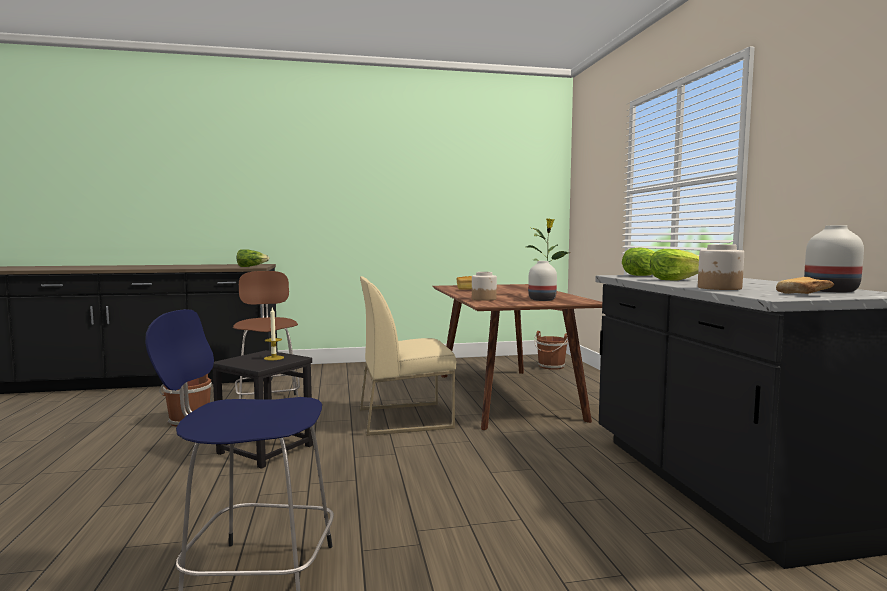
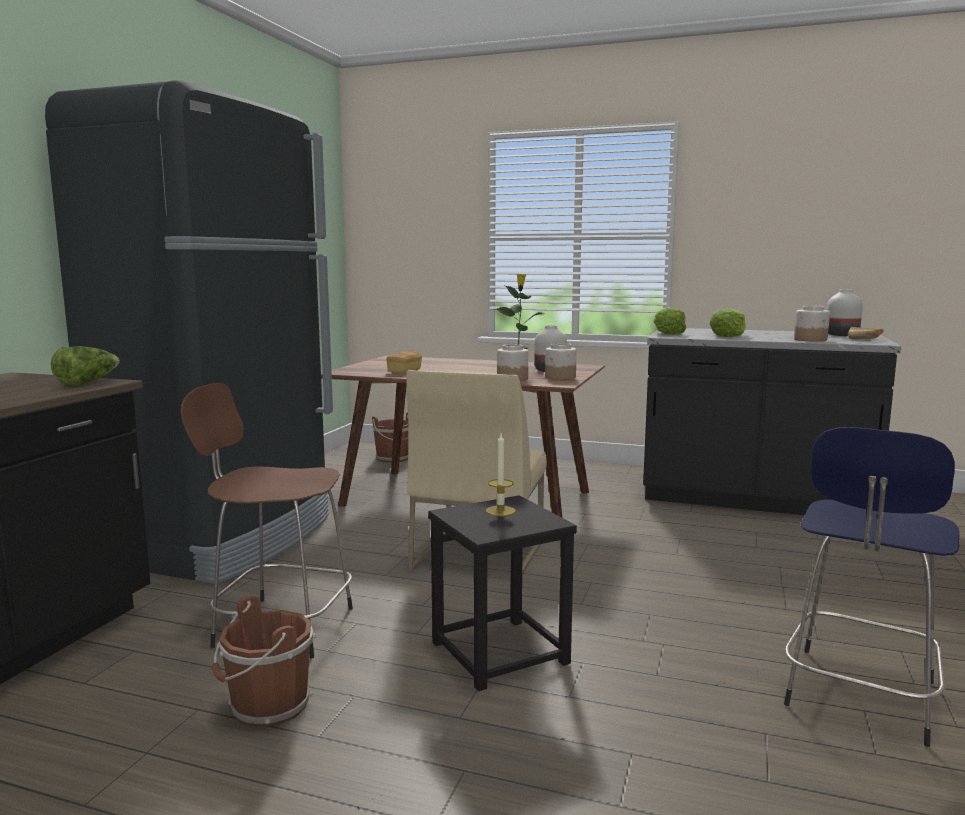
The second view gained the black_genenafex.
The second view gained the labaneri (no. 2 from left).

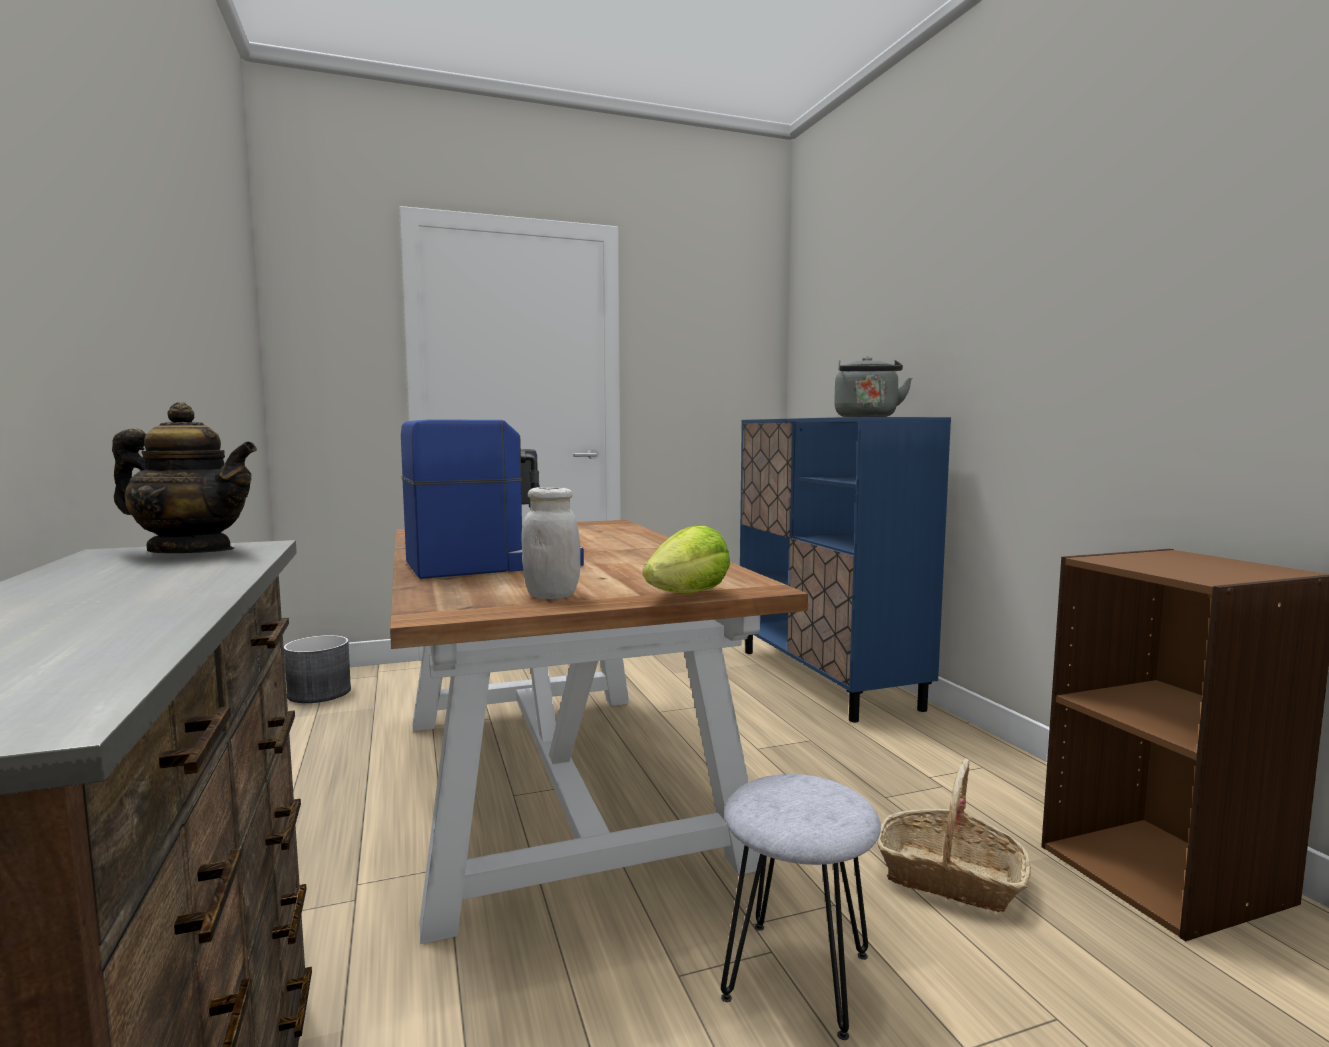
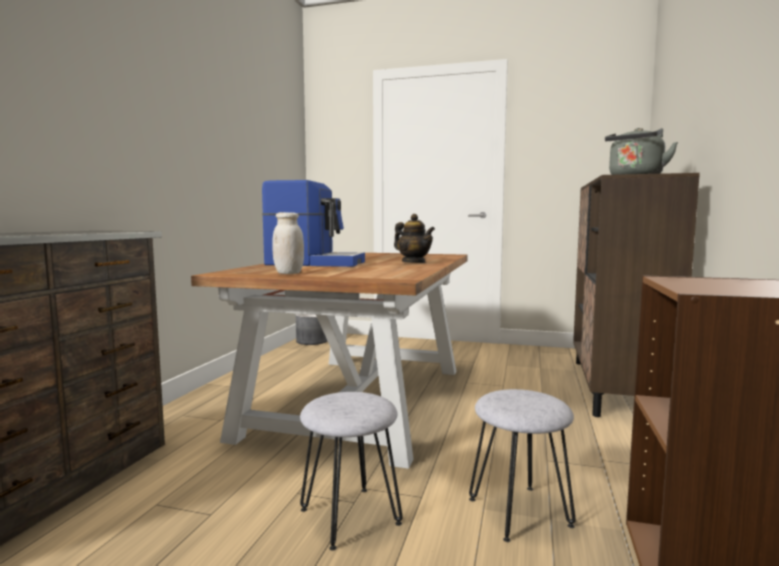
The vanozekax ended up elsewhere.
The second view lost the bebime.
What was the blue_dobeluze turned into the brown_dobeluze.
Where the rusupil stood, the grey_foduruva (no. 2 from left) came to stand.

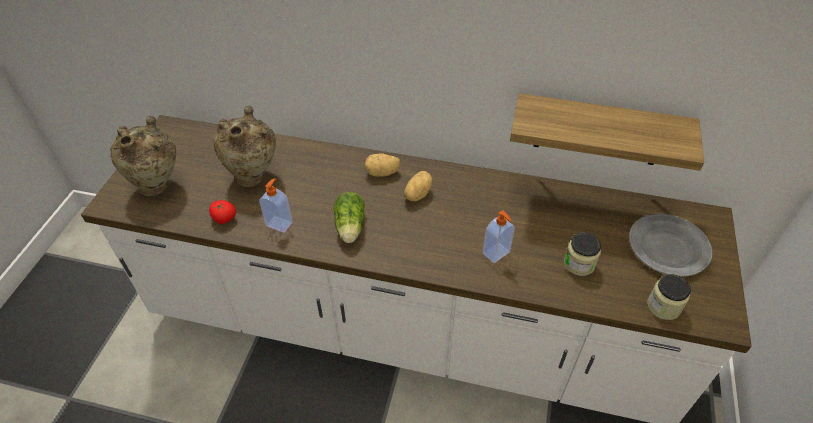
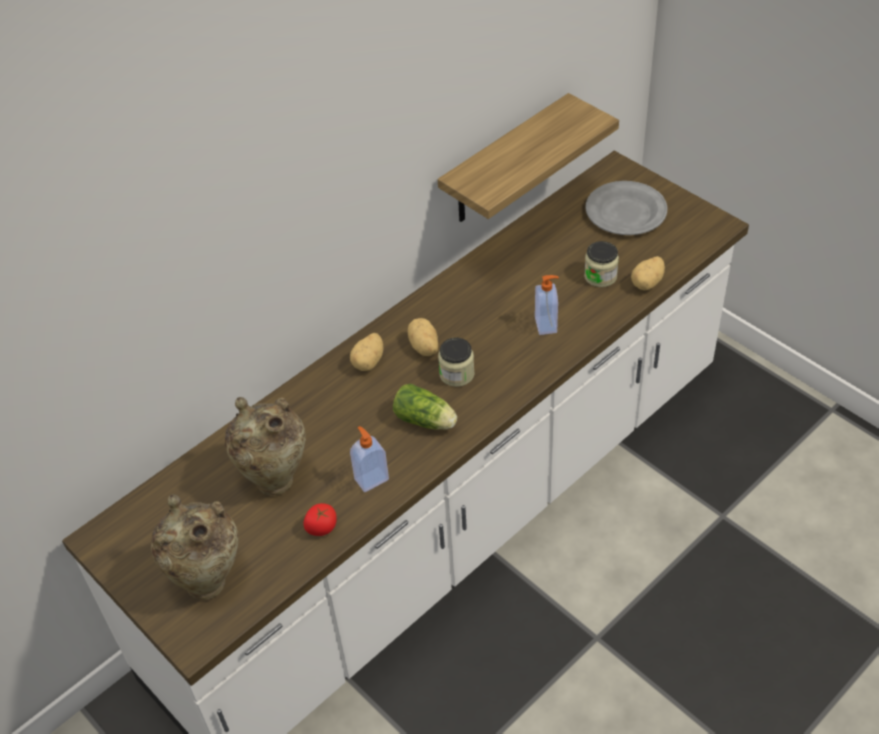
The labaneri (no. 2 from left in the first image) ended up elsewhere.
The second view gained the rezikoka (no. 3 from left).

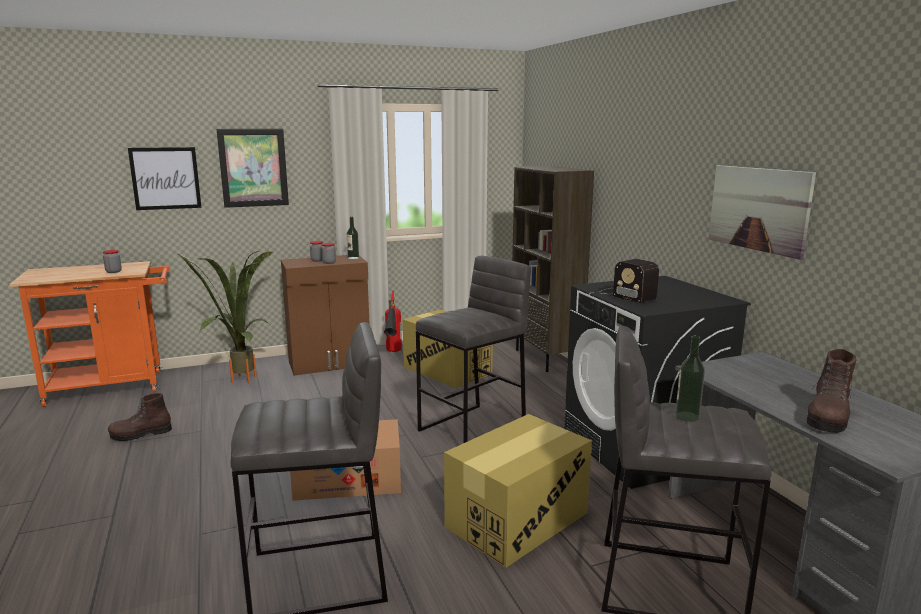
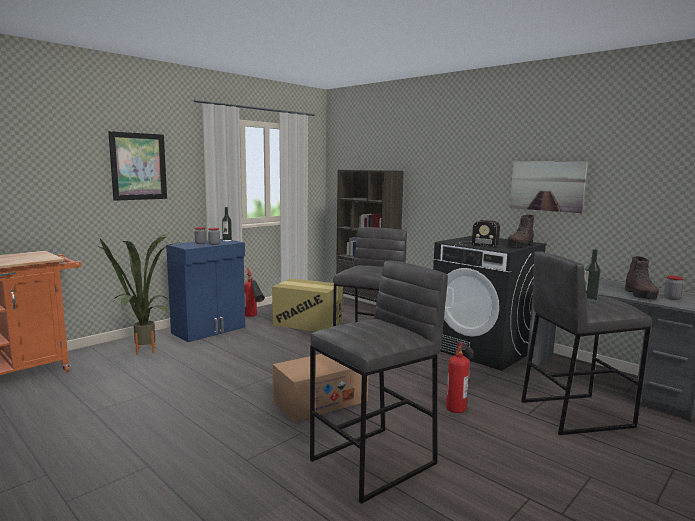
The labaneri (no. 1 from left in the first image) ended up elsewhere.
The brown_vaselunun (no. 1 from left) ended up elsewhere.
The second view lost the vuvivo (no. 1 from left).
What was the brown_dobeluze turned into the blue_dobeluze.
Where the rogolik (no. 3 from left) stood, the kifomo (no. 2 from left) came to stand.

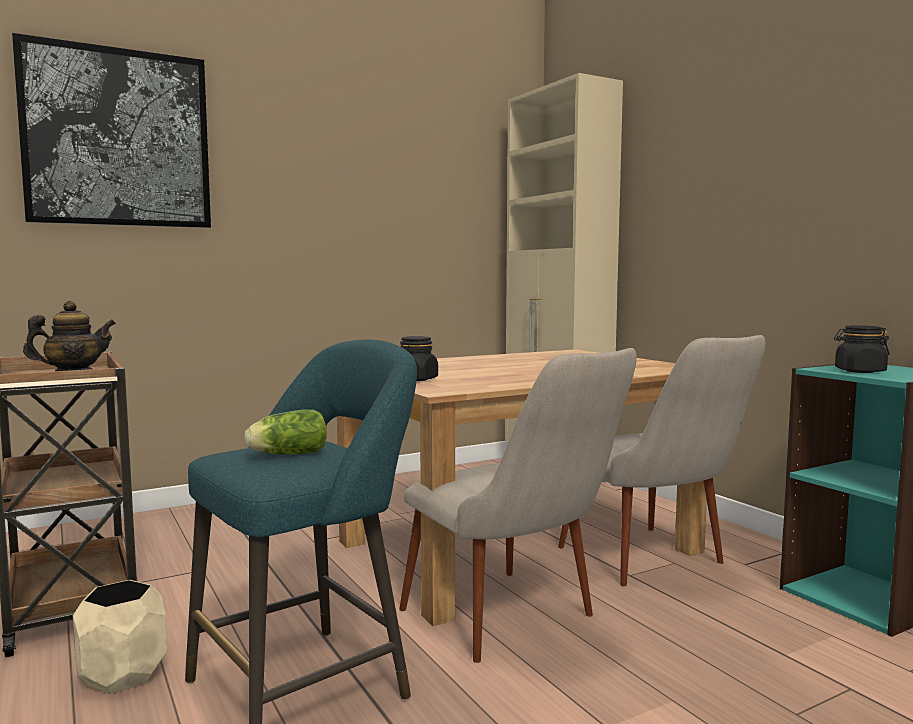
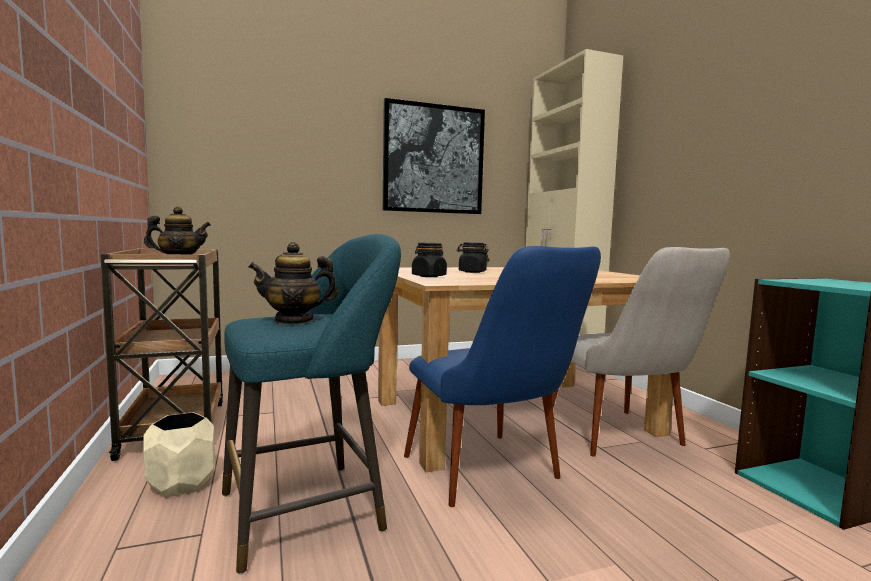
The vuvivo ended up elsewhere.
Where the bebime stood, the vanozekax (no. 2 from left) came to stand.
What was the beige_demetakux (no. 1 from left) turned into the blue_demetakux.
The black_labaneri (no. 2 from left) ended up elsewhere.

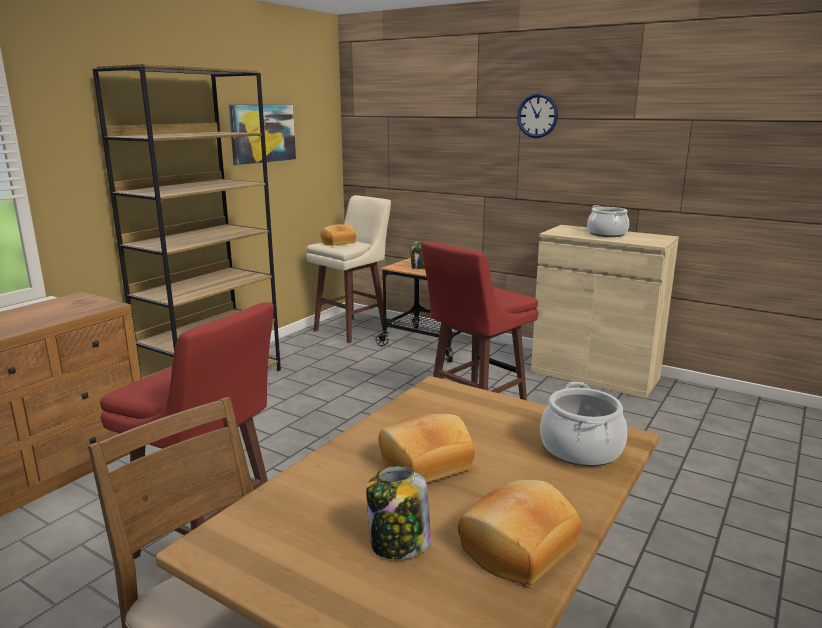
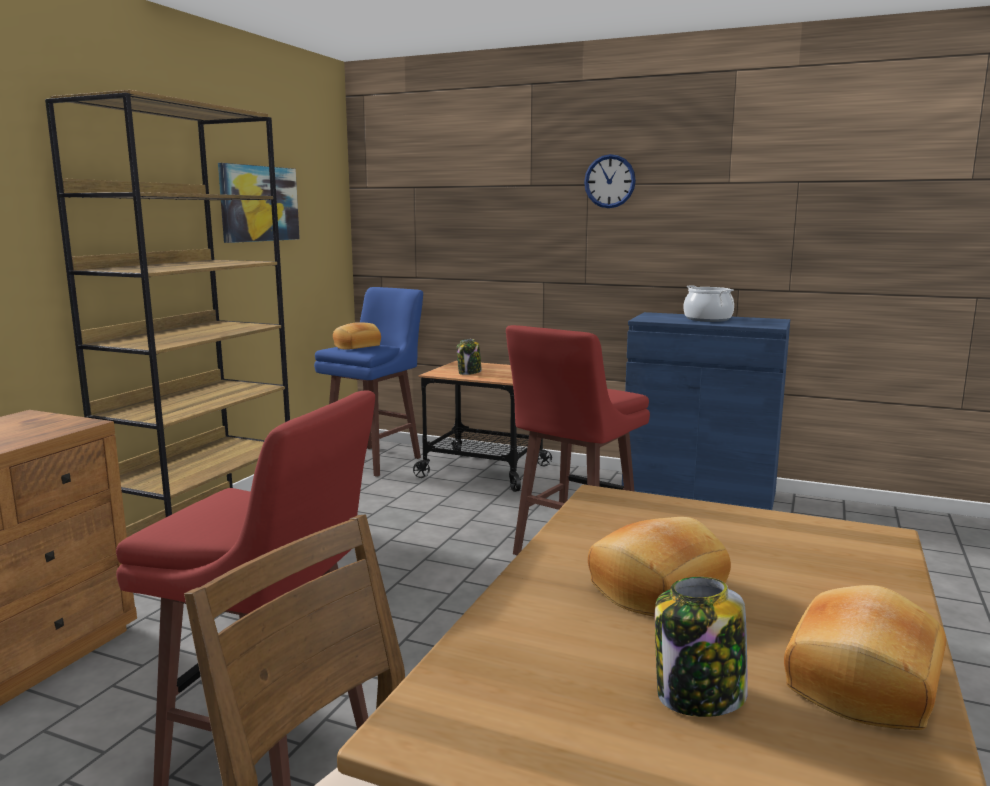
What was the beige_foduruva turned into the blue_foduruva.
What was the beige_dobeluze turned into the blue_dobeluze.
The second view lost the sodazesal (no. 1 from left).

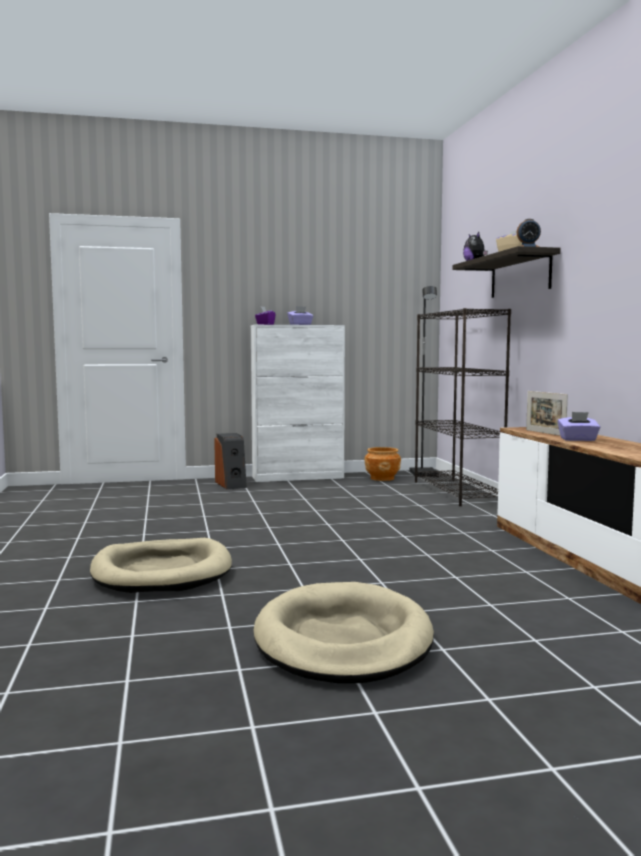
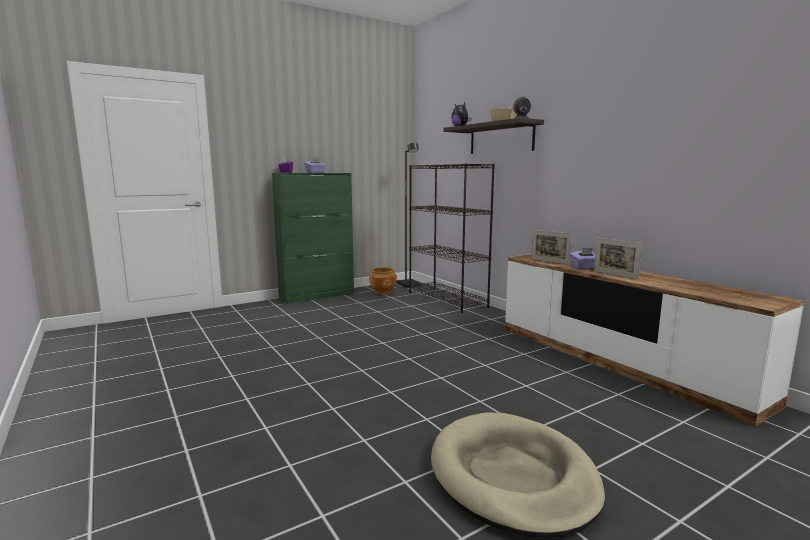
The second view lost the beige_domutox (no. 1 from left).
The second view lost the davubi.
What was the white_dobeluze turned into the green_dobeluze.
The second view gained the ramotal (no. 2 from left).

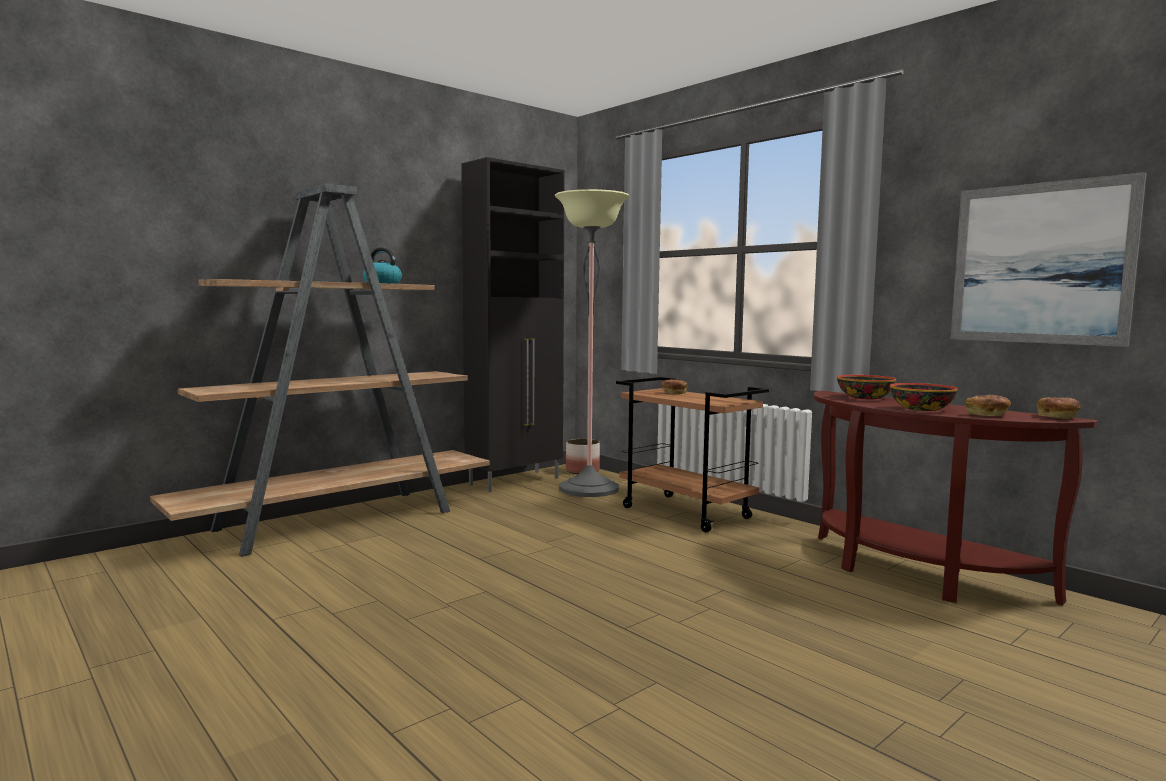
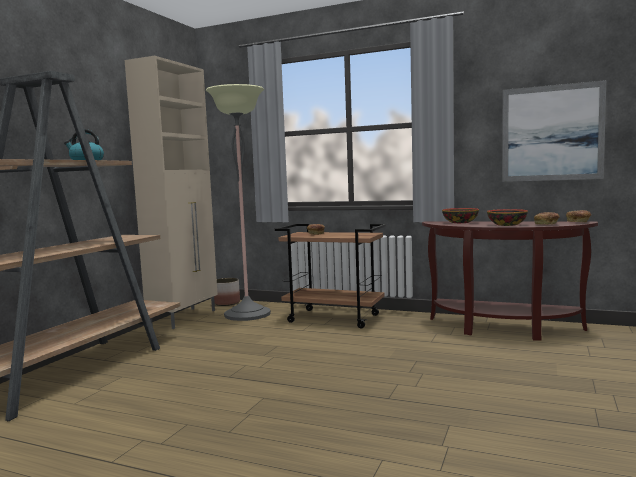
What was the black_dobeluze turned into the beige_dobeluze.

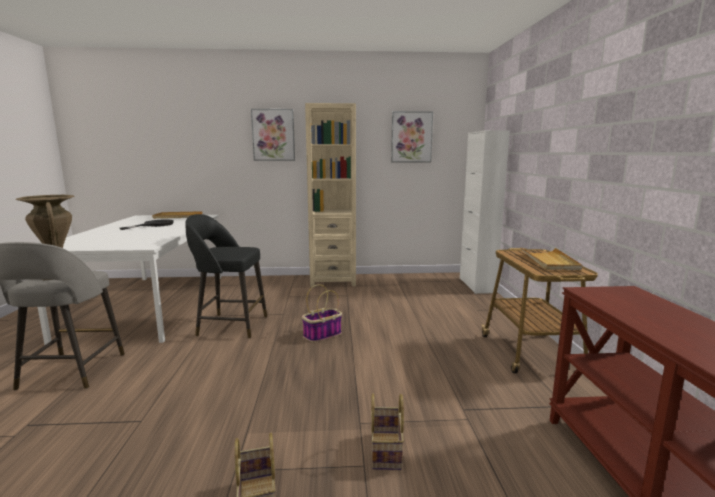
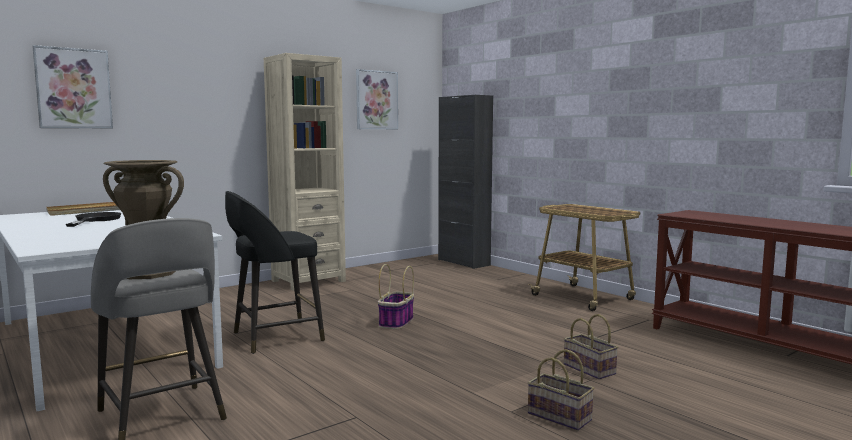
The vuvivo (no. 1 from left) ended up elsewhere.
What was the white_dobeluze turned into the black_dobeluze.
The second view lost the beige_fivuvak (no. 2 from left).

